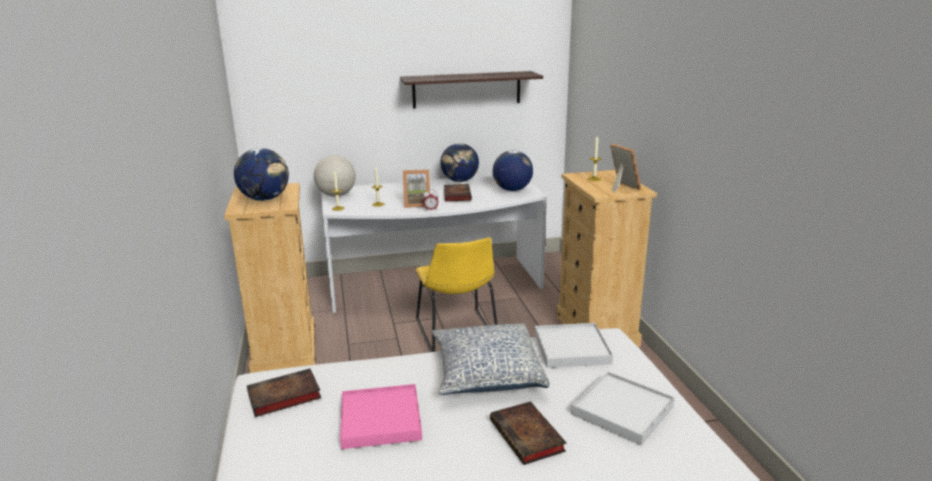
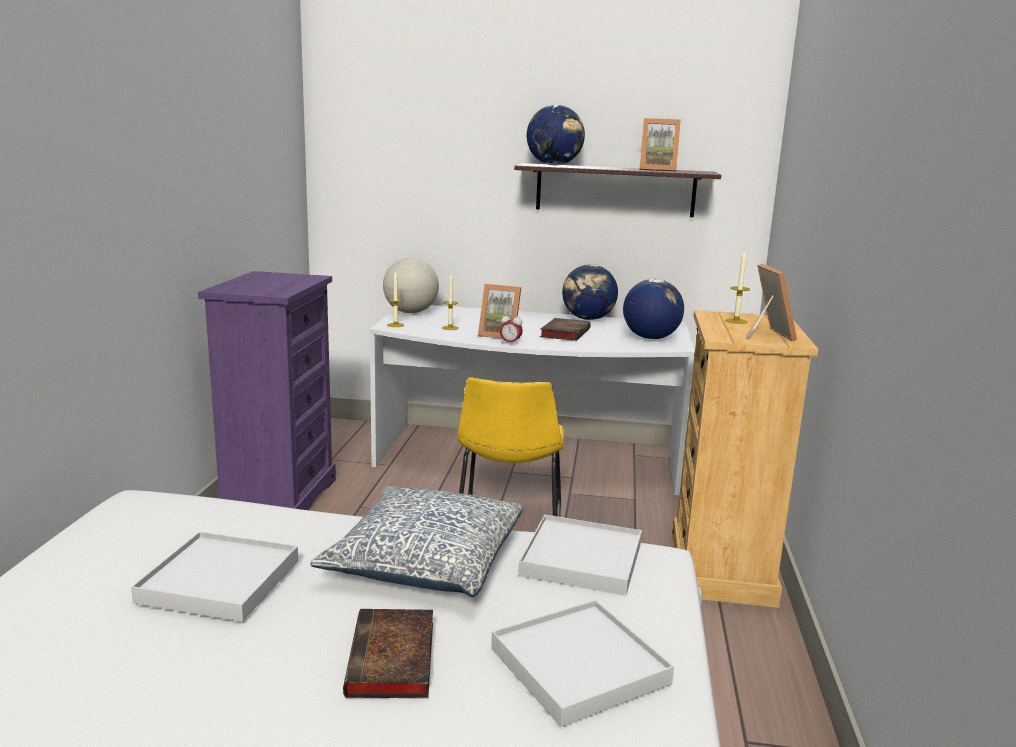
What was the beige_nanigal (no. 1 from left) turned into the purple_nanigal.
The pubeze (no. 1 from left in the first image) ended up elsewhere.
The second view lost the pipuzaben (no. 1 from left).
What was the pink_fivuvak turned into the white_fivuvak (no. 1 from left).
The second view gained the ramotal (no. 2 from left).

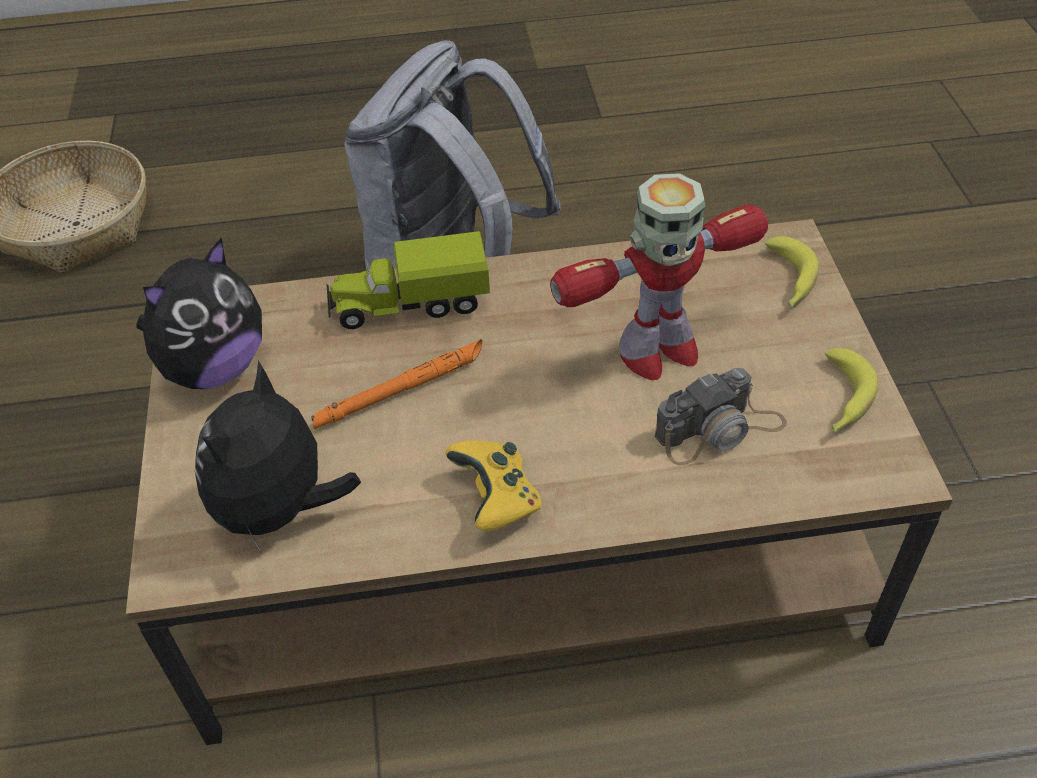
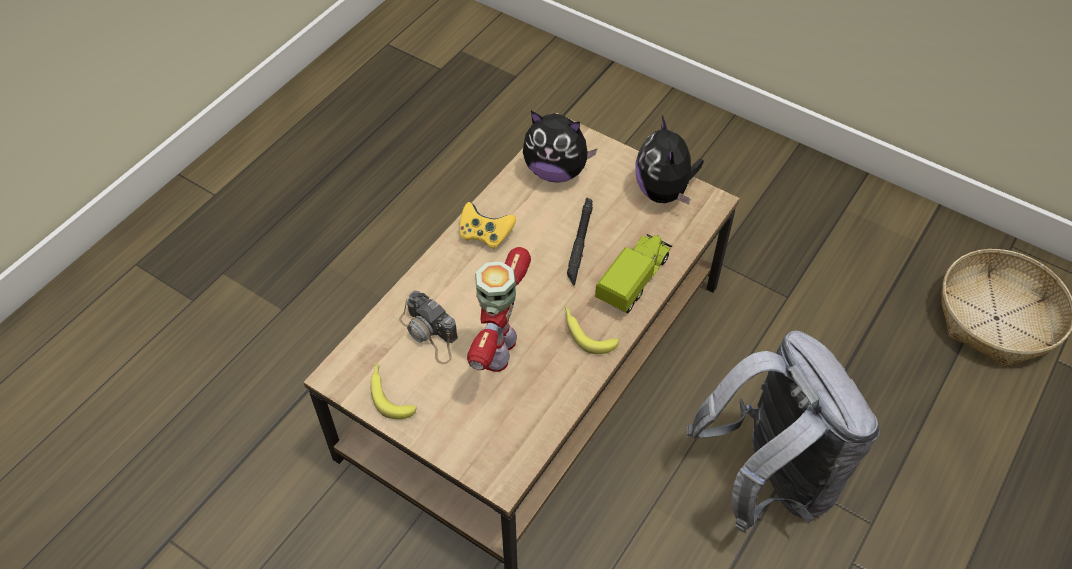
The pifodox (no. 2 from left in the first image) ended up facing another way, 135 degrees clockwise from before.
What was the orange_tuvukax turned into the black_tuvukax.
The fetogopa ended up facing another way, 60 degrees counterclockwise from before.
The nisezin (no. 1 from left in the first image) ended up elsewhere.

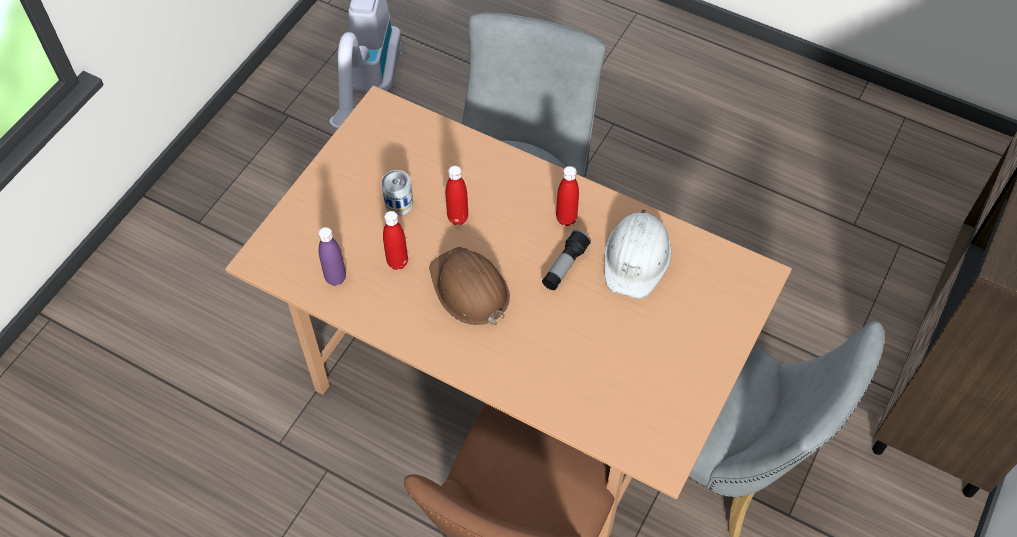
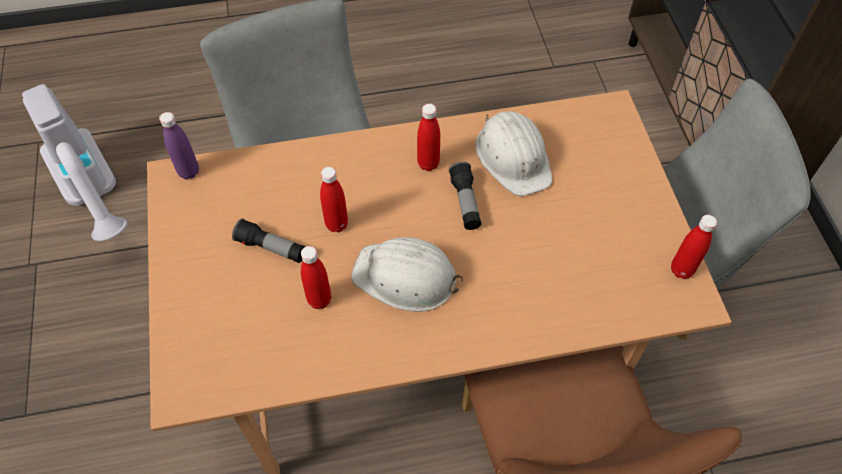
The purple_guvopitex ended up elsewhere.
Where the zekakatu stood, the tuvukax (no. 1 from left) came to stand.
What was the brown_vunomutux turned into the white_vunomutux (no. 1 from left).
The second view gained the red_guvopitex (no. 4 from left).

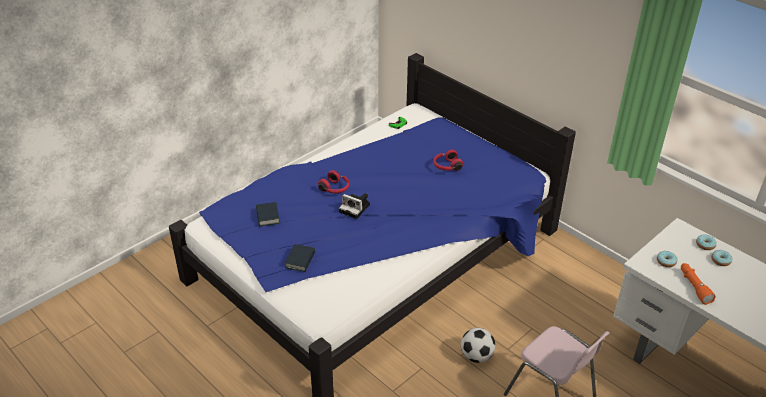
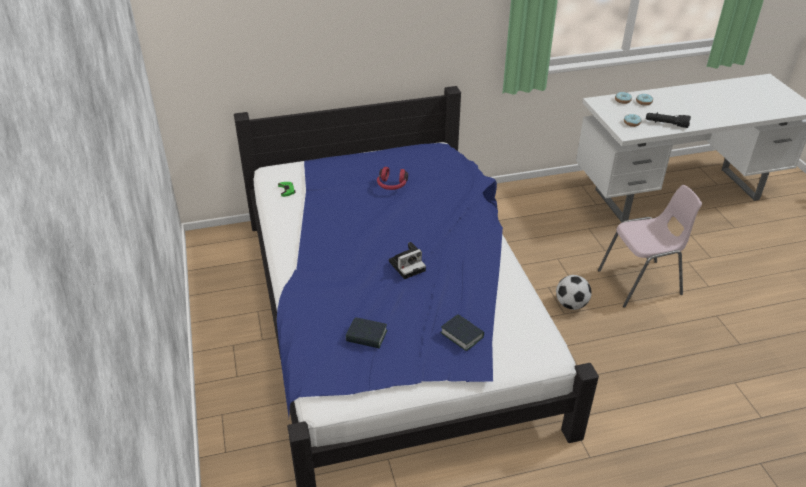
The second view lost the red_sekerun (no. 1 from left).
What was the orange_tuvukax turned into the black_tuvukax.

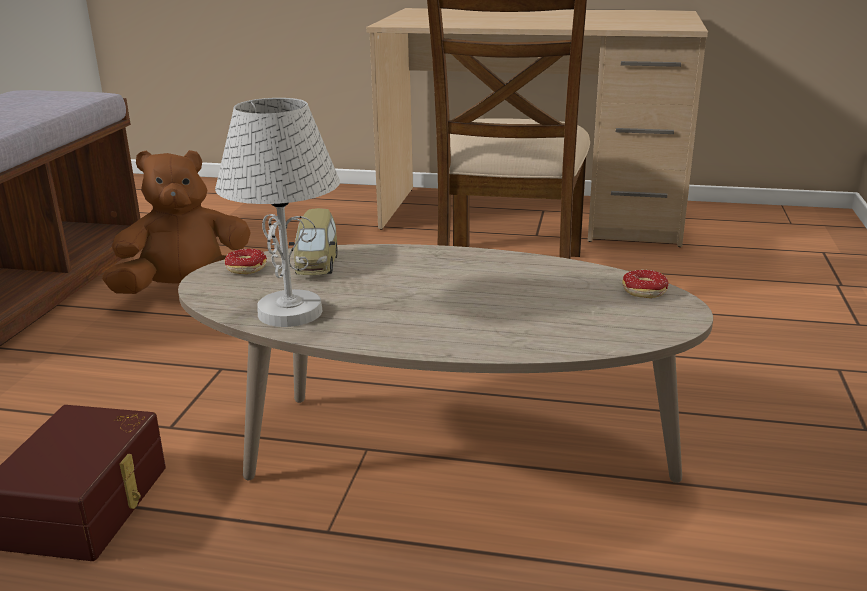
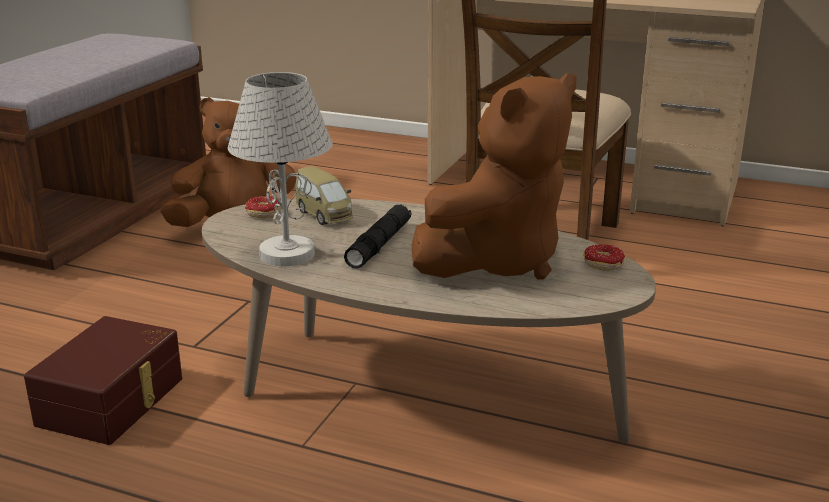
The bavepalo ended up facing another way, 45 degrees counterclockwise from before.
The second view gained the black_tuvukax.
The second view gained the brown_pifodox (no. 2 from left).

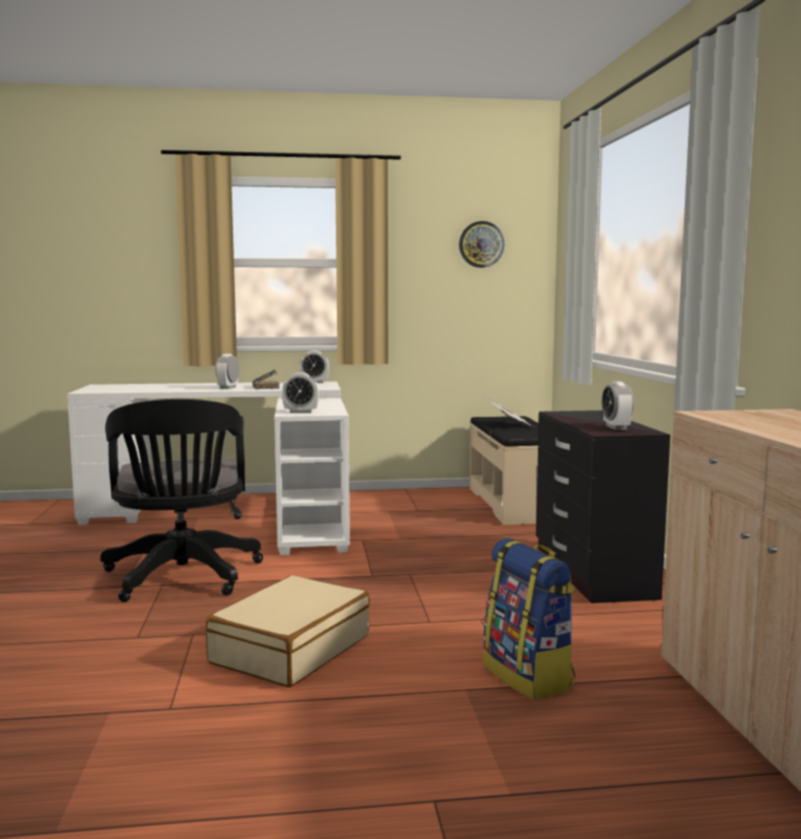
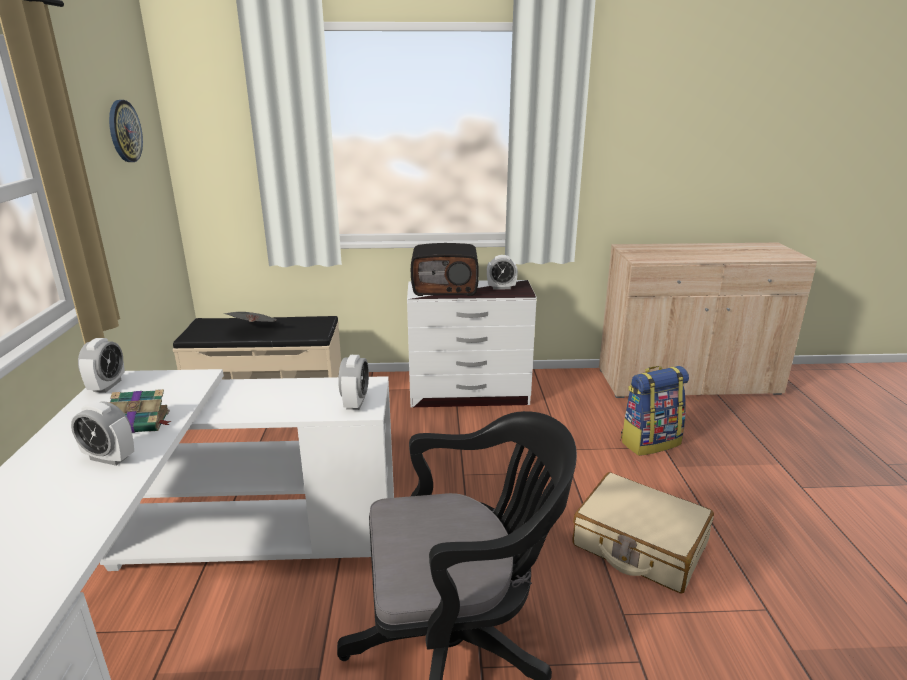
What was the black_nanigal turned into the white_nanigal.
The second view gained the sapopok.

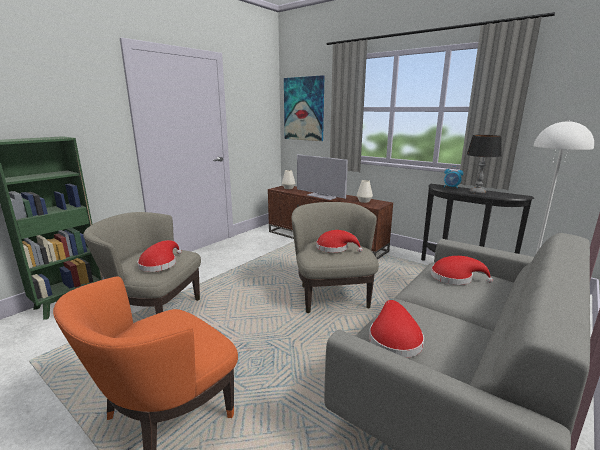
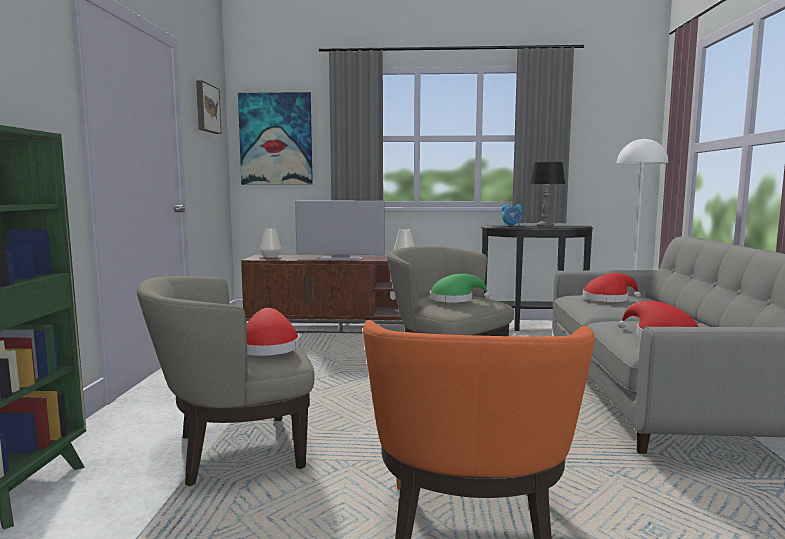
What was the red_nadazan (no. 2 from left) turned into the green_nadazan.
The second view gained the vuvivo (no. 1 from left).

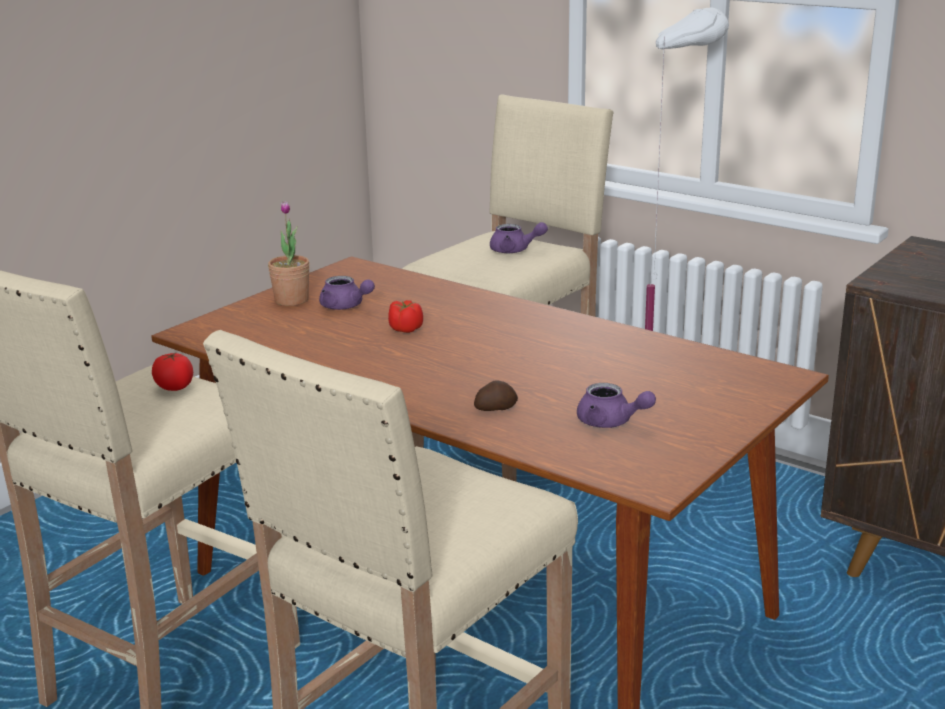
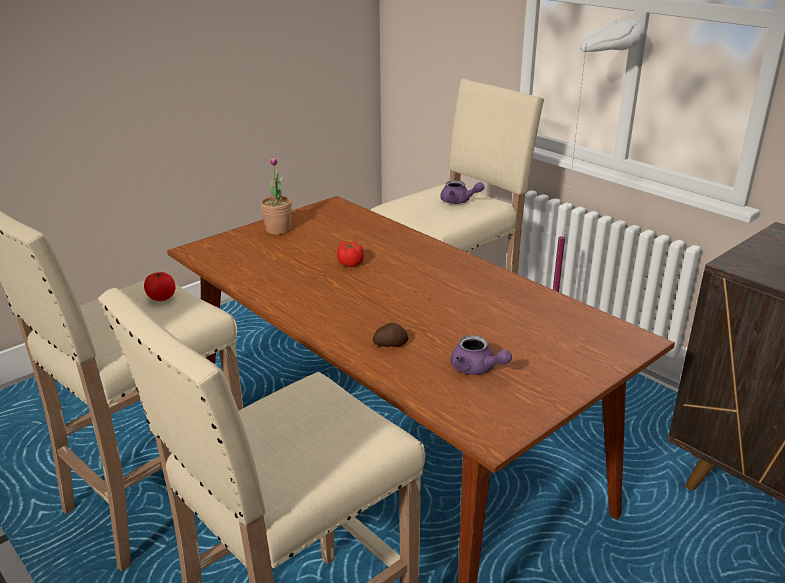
The second view lost the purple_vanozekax (no. 1 from left).

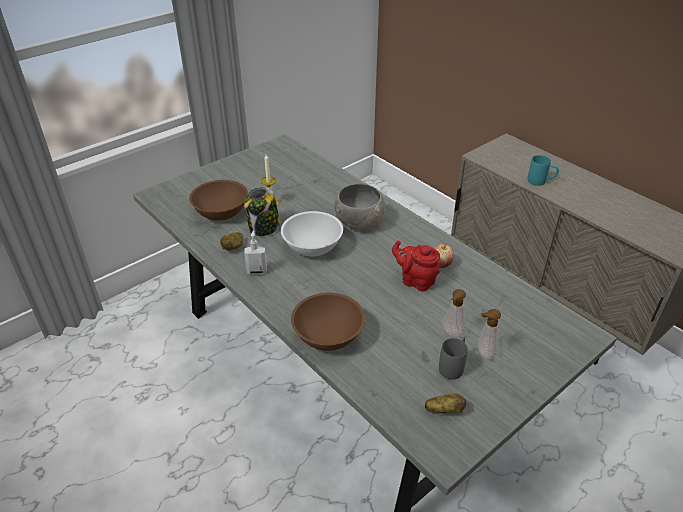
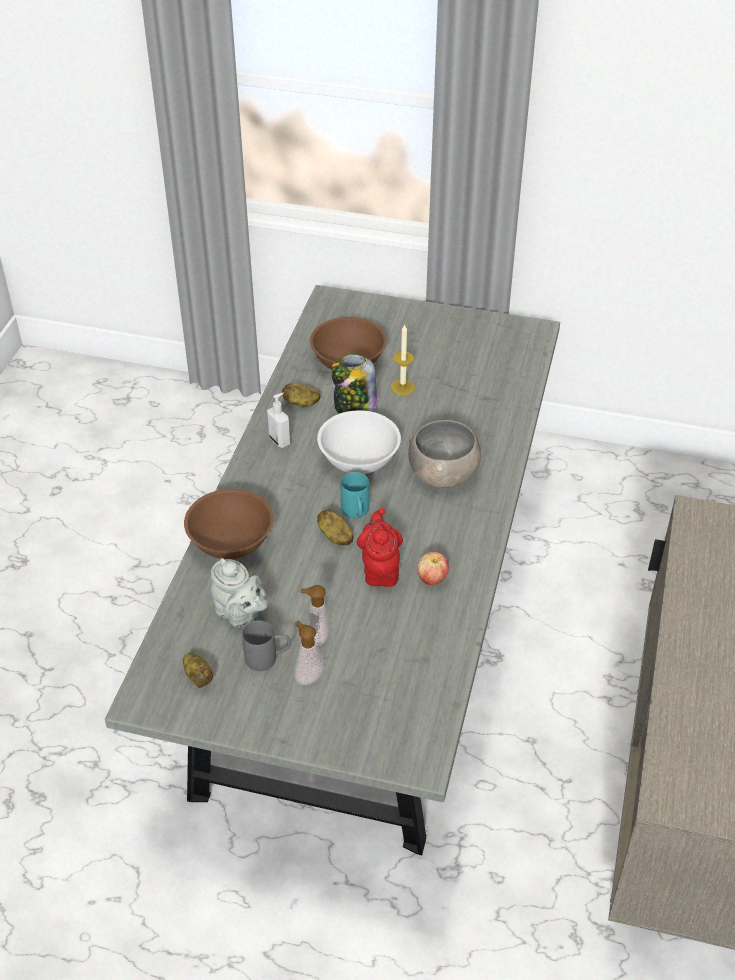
The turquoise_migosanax ended up elsewhere.
The second view gained the grey_vanozekax.
The second view gained the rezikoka (no. 3 from left).

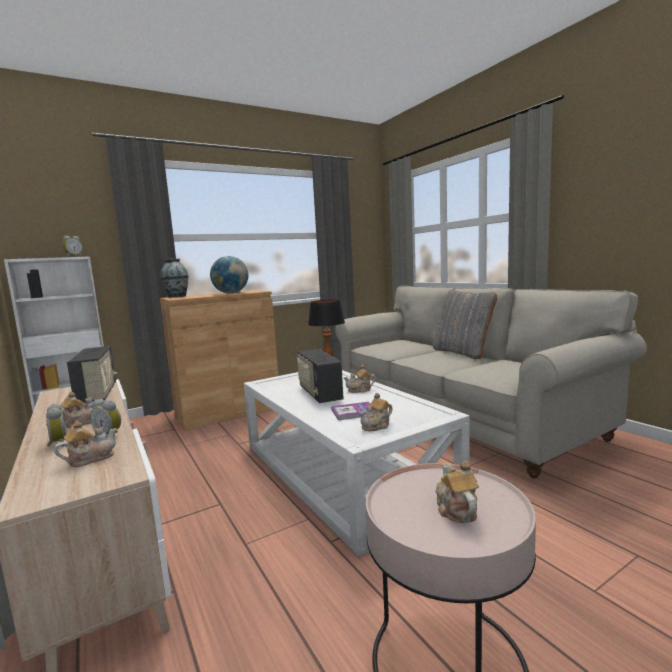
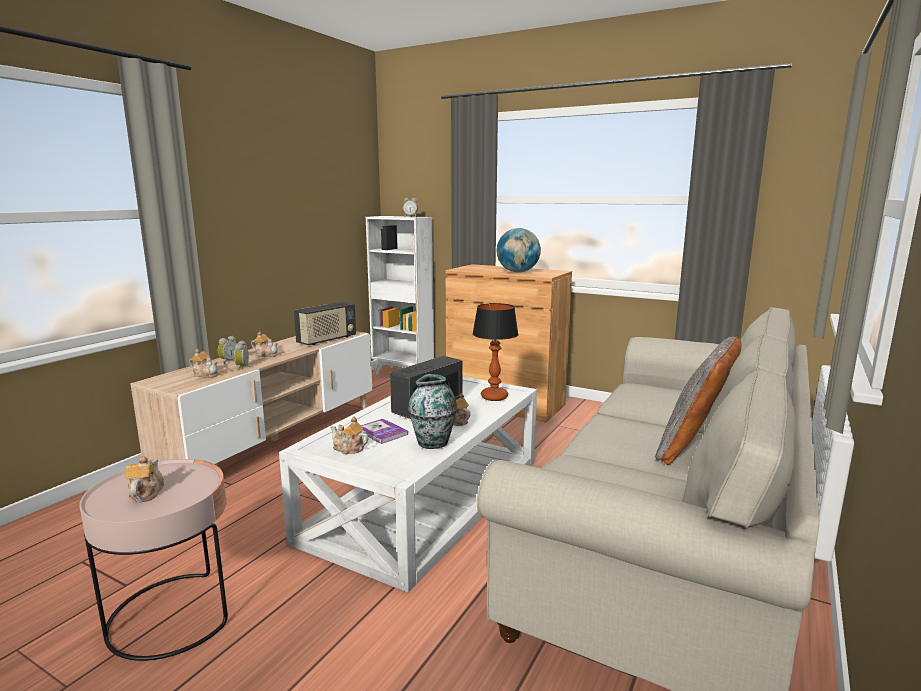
The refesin ended up elsewhere.
The vanozekax (no. 5 from left in the first image) ended up facing another way, 60 degrees counterclockwise from before.

